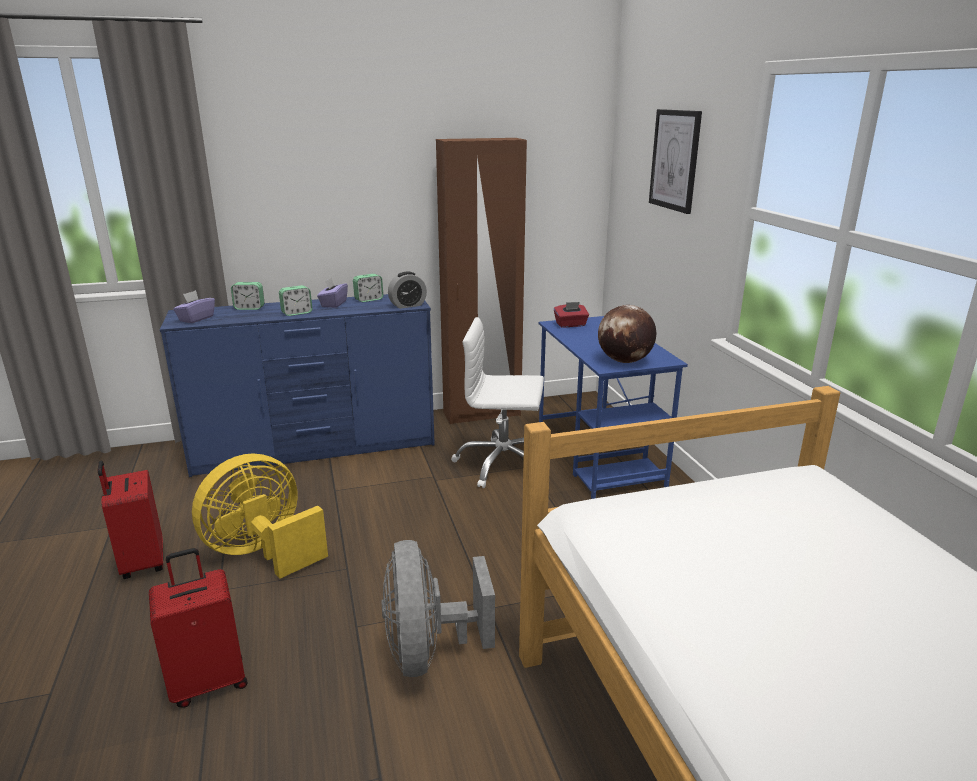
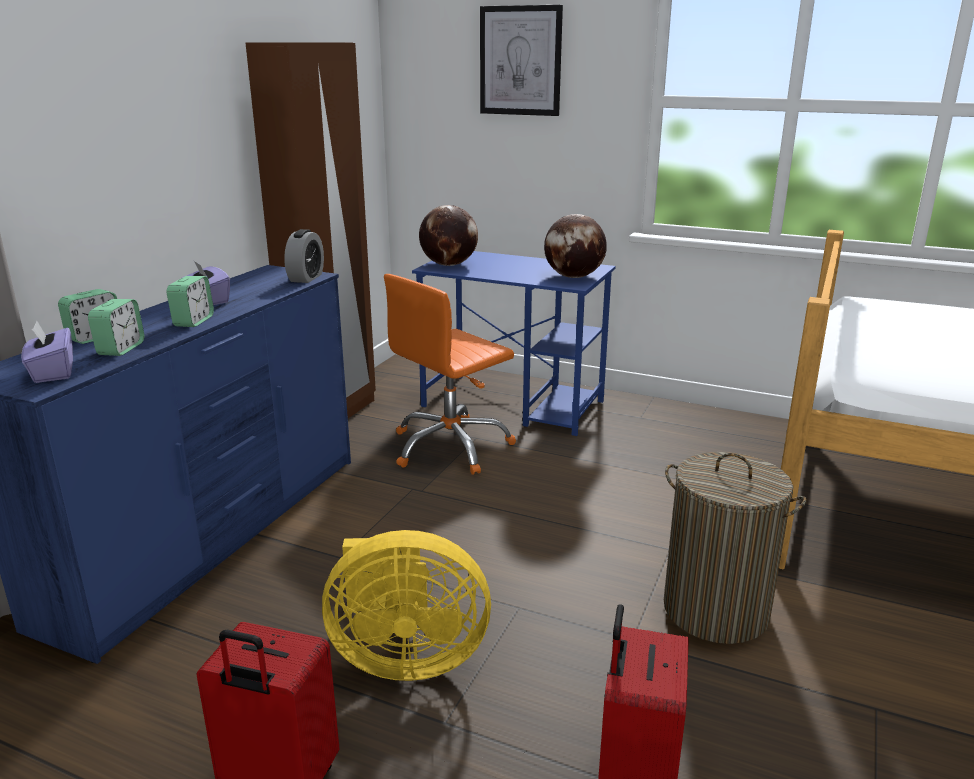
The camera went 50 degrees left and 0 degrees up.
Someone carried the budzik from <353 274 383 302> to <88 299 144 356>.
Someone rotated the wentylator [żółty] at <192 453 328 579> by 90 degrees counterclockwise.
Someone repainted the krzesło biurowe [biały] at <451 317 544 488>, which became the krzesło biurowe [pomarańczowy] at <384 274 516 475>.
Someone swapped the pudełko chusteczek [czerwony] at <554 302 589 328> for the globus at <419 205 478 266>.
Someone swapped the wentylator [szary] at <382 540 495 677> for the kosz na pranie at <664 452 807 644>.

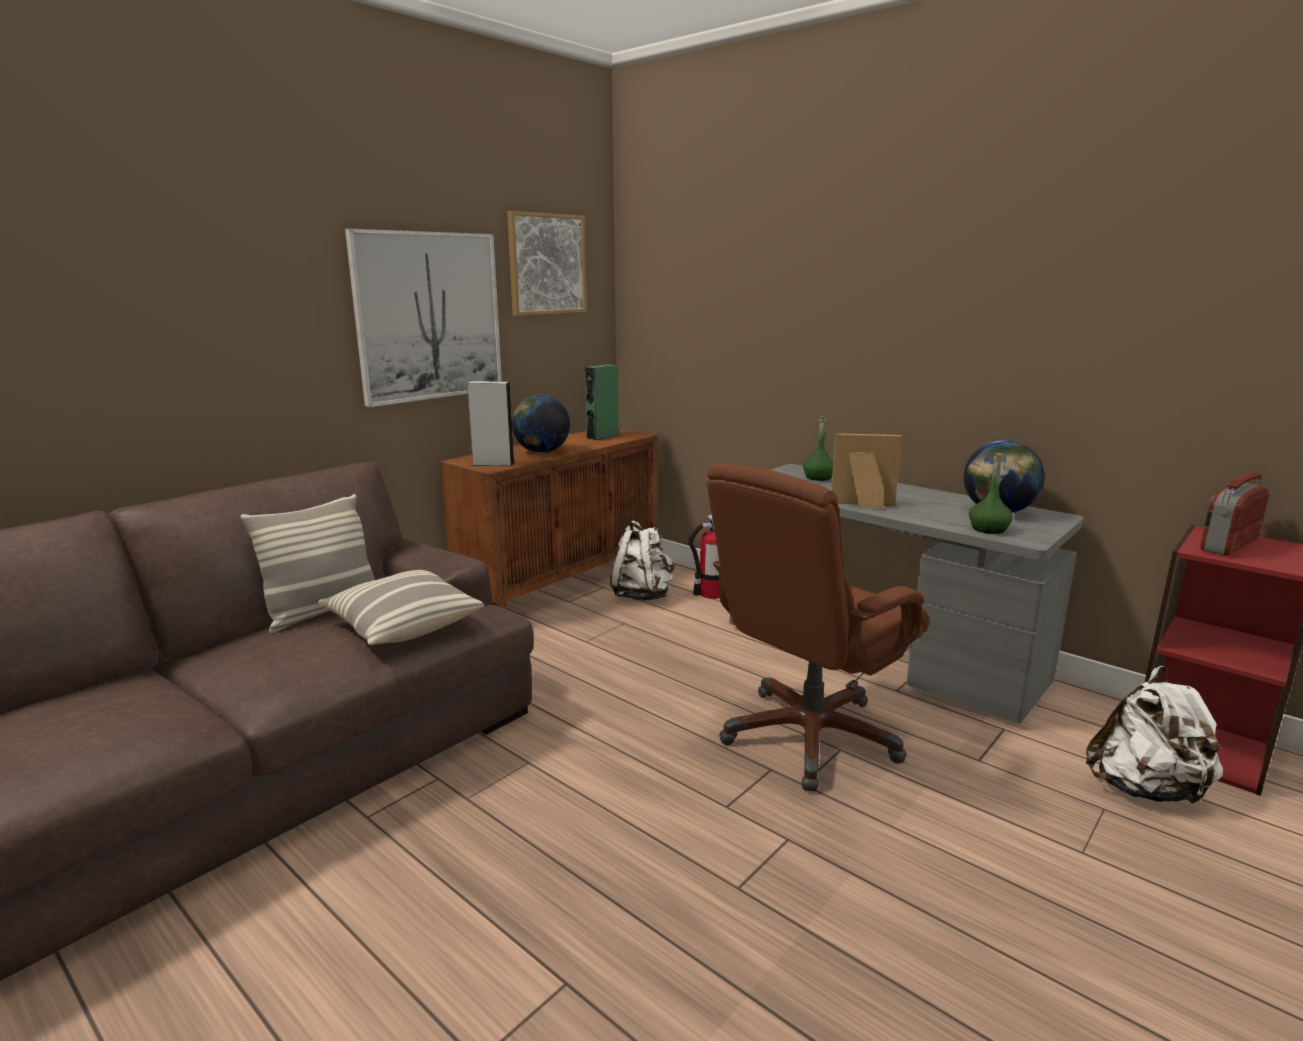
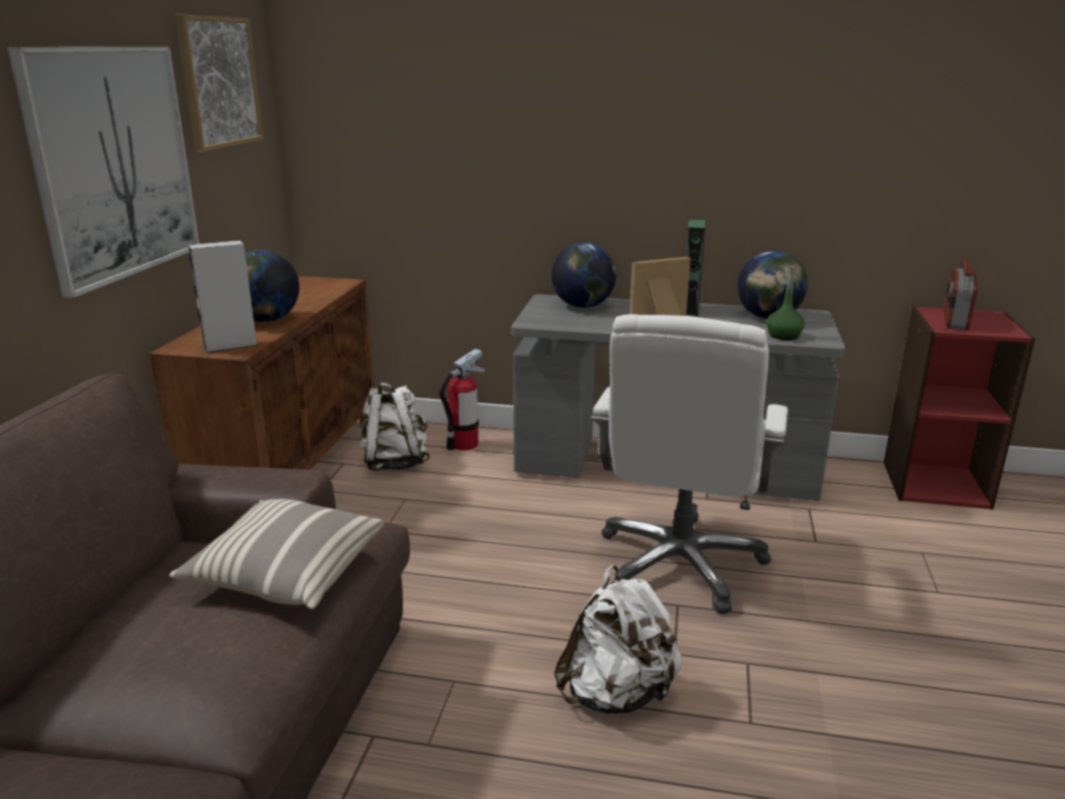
The camera went 30 degrees left and 5 degrees up.
Someone swapped the butelka [zielony] at <803 416 833 481> for the globus at <551 242 616 308>.
Someone carried the plecak [biały] from <1086 666 1223 805> to <554 565 682 714>.
Someone repainted the krzesło biurowe [brązowy] at <707 463 929 792>, which became the krzesło biurowe [biały] at <591 314 788 614>.
Someone carried the głośnik [zielony] from <585 364 619 440> to <686 219 705 316>.
Someone took away the poduszka at <240 494 375 633>.

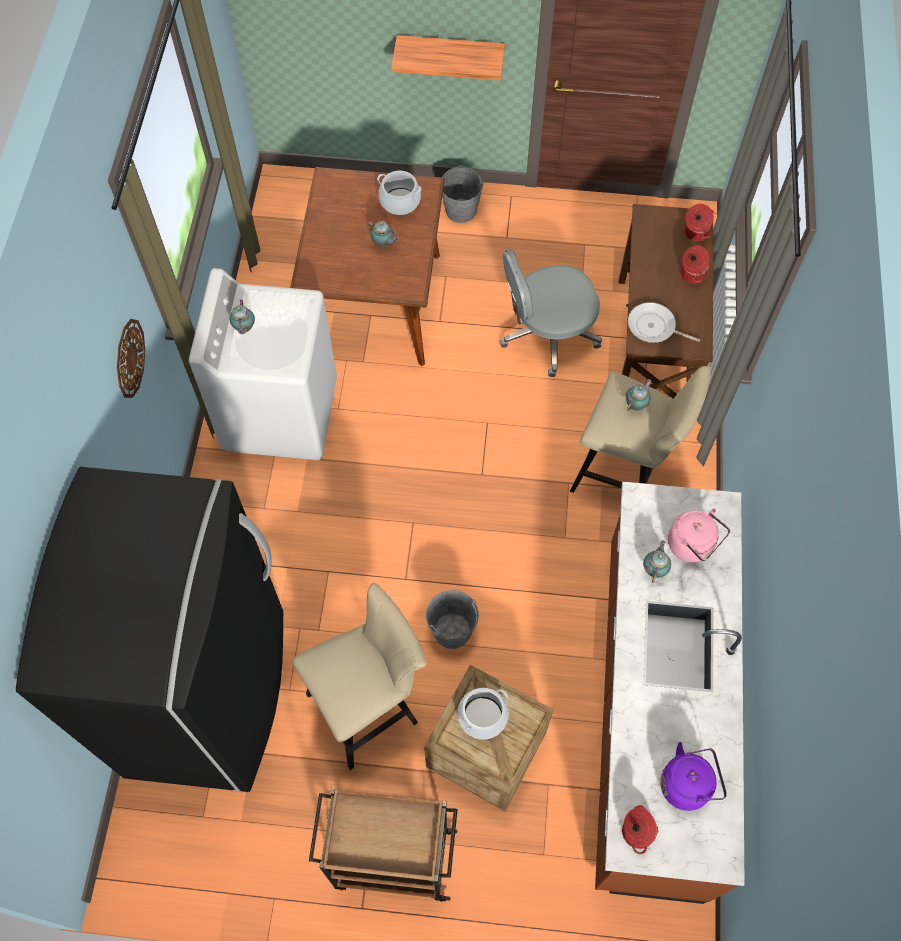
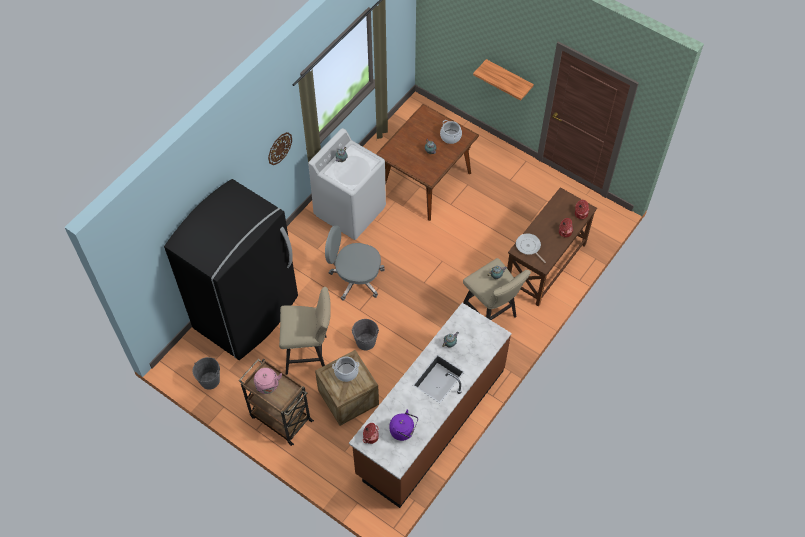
The camera went 30 degrees right and 5 degrees down.
Someone carried the wiadro [szary] from <442 166 484 223> to <192 357 220 390>.
Someone carried the czajnik [różowy] from <668 508 730 563> to <254 368 282 394>.
Someone carried the krzesło biurowe [szary] from <500 249 602 377> to <325 225 385 301>.

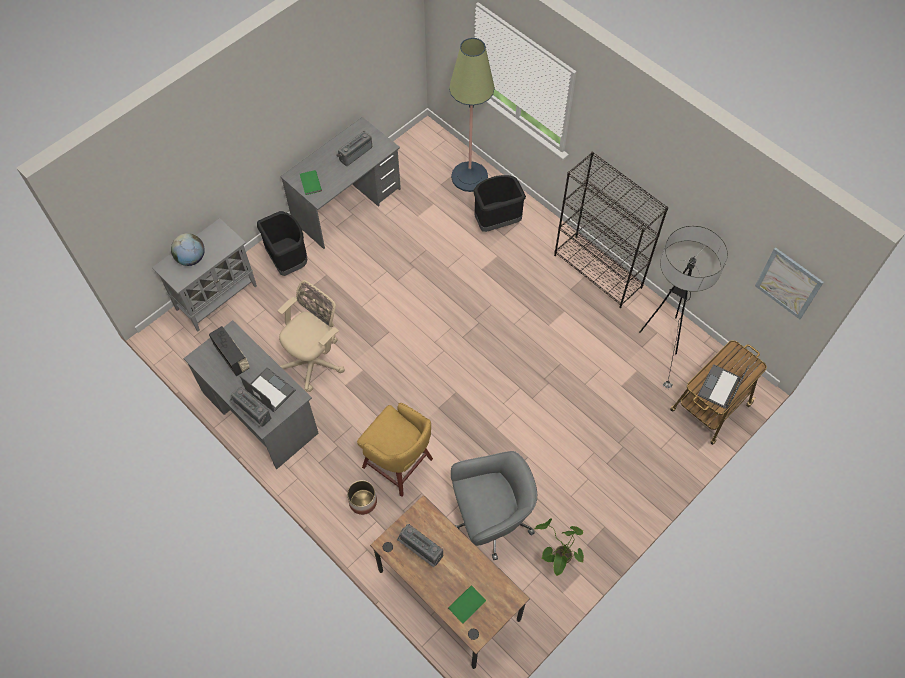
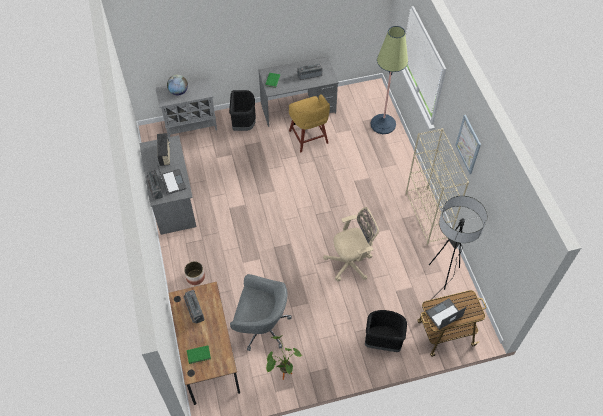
The camera went 30 degrees right and 5 degrees down.
Someone carried the stołek [żółty] from <357 403 433 497> to <289 94 330 152>.
Someone carried the krzesło biurowe [beżowy] from <278 280 345 392> to <323 207 379 281>.
Someone carried the kosz na śmieci [czarny] from <474 175 526 232> to <365 310 407 352>.
Someone repainted the regał [czarny] at <554 152 668 308>, which became the regał [beżowy] at <406 128 469 245>.
Someone carried the obraz from <755 247 824 319> to <456 114 481 174>.

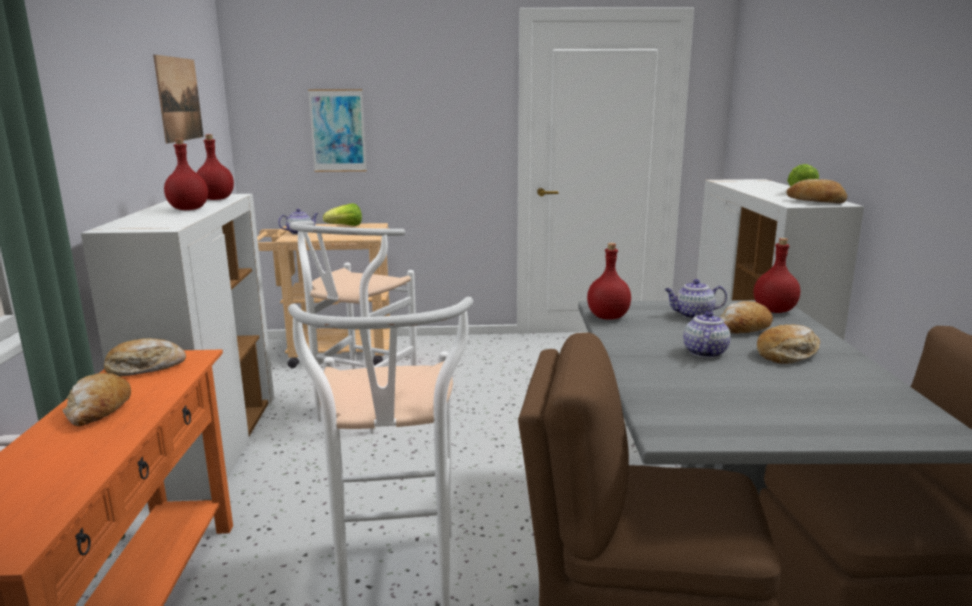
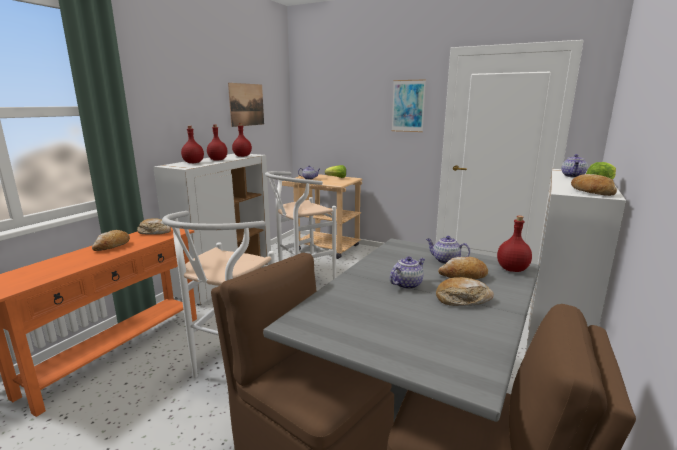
The camera went 30 degrees right and 0 degrees up.
Someone carried the butelka [czerwony] from <587 243 631 320> to <181 126 204 163>.
Someone carried the obraz from <308 89 367 172> to <392 79 426 132>.
Someone put down the imbryk at <561 154 588 178>.

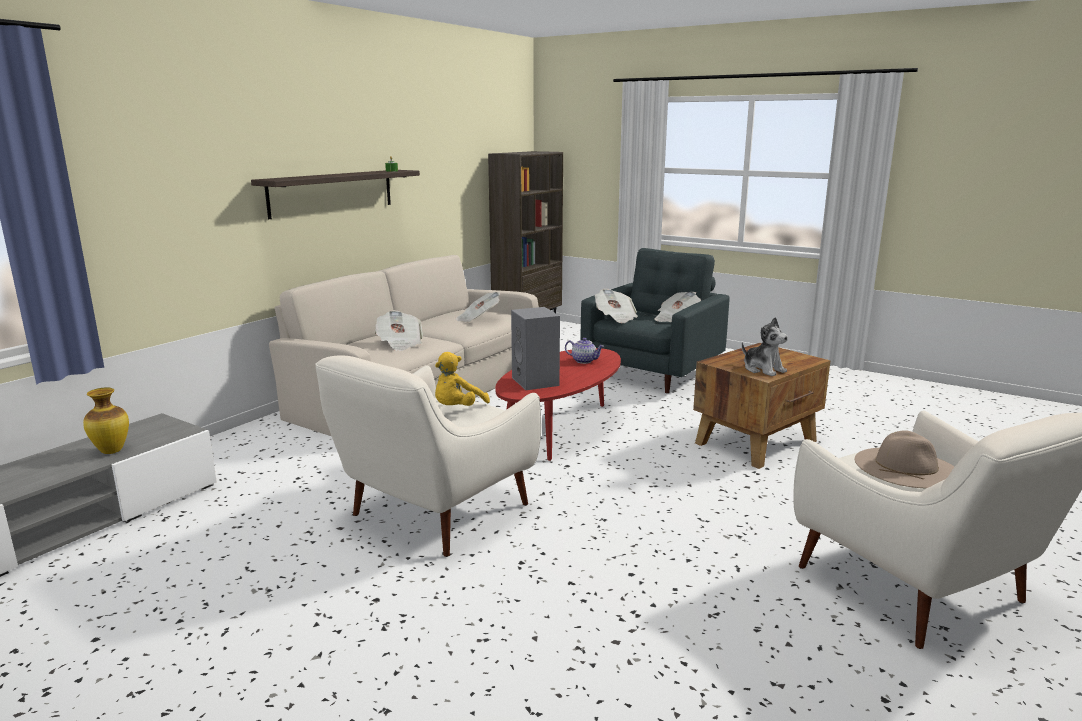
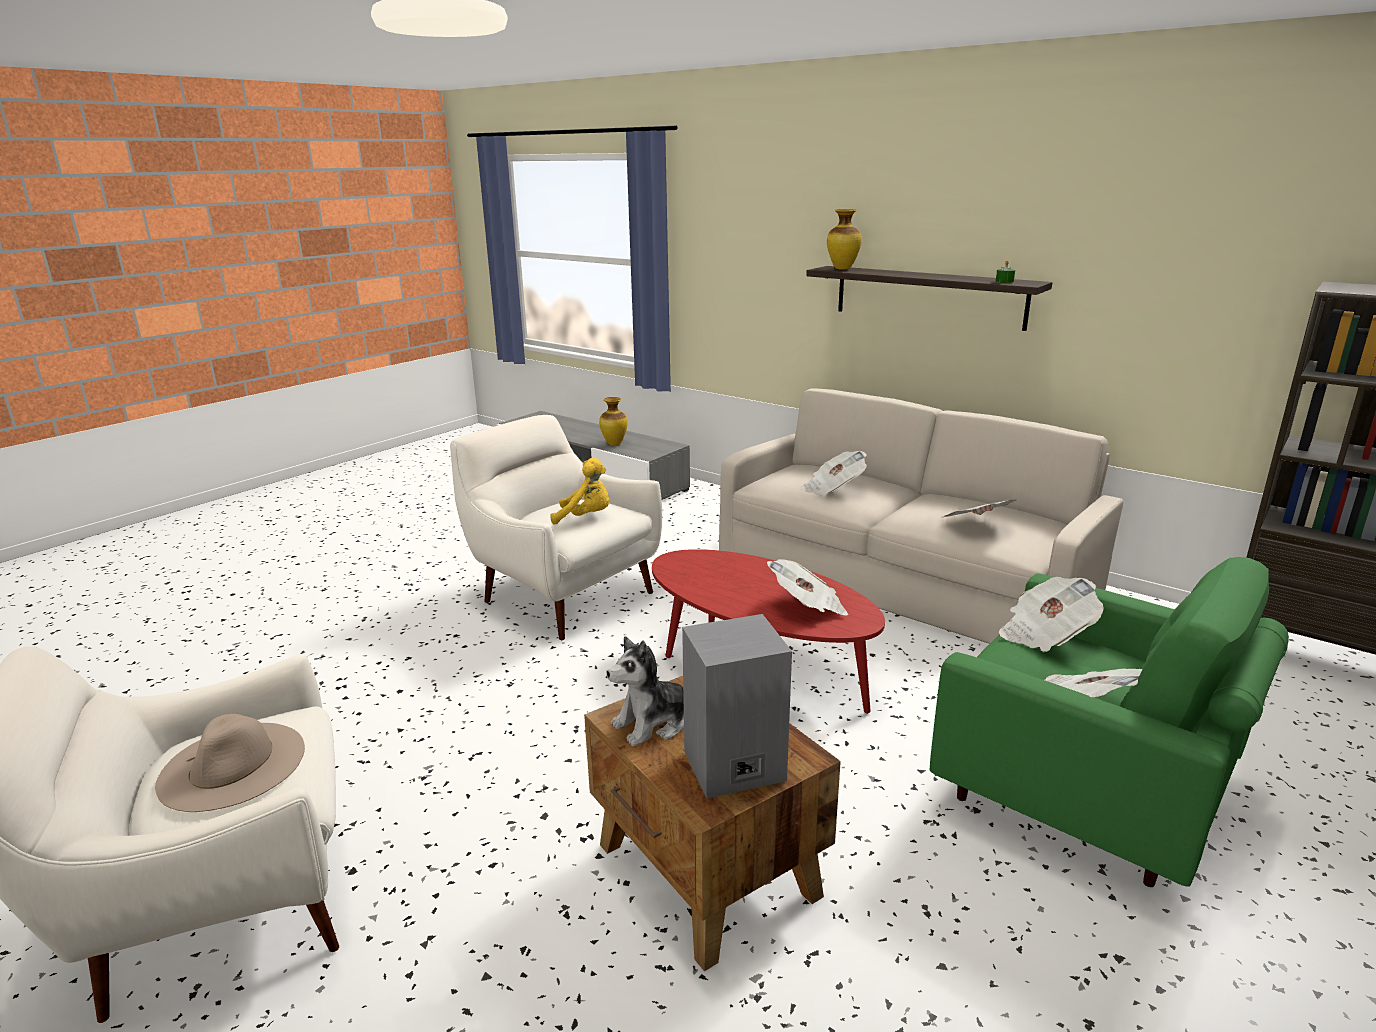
The camera went 95 degrees right and 5 degrees up.
Someone rotated the pluszak [żółty] at <435 352 490 406> by 150 degrees clockwise.
Someone carried the głośnik [szary] from <511 307 560 390> to <682 614 792 799>.
Someone swapped the imbryk at <565 338 604 364> for the gazeta at <767 559 849 616>.
Someone put down the wazon at <827 209 862 270>.
Someone repainted the fotel [szary] at <580 248 730 393>, which became the fotel [zielony] at <929 557 1289 887>.

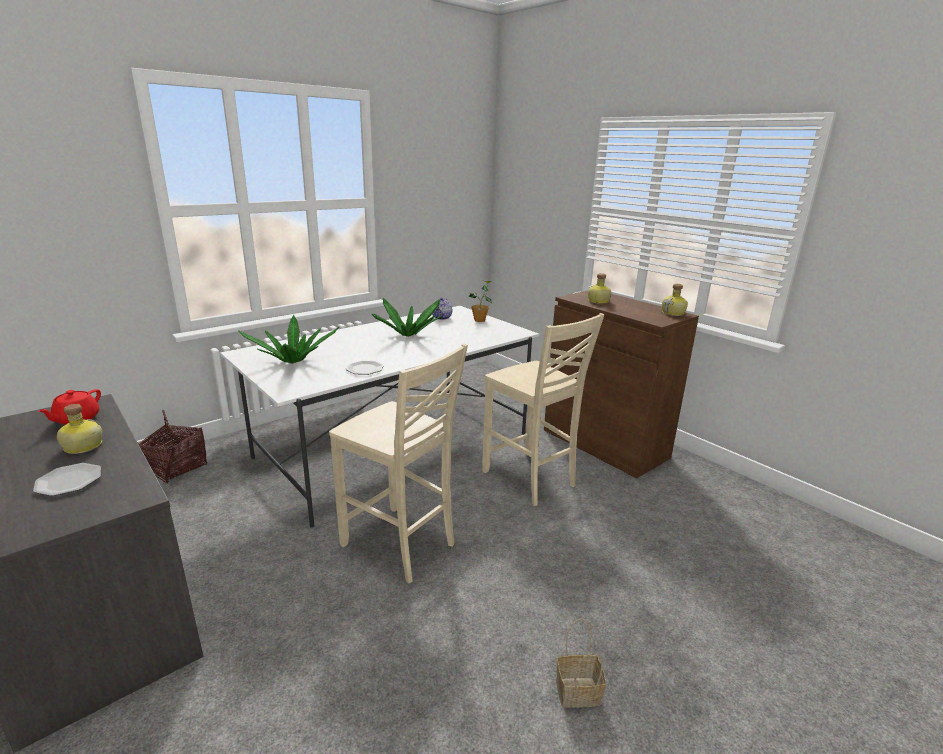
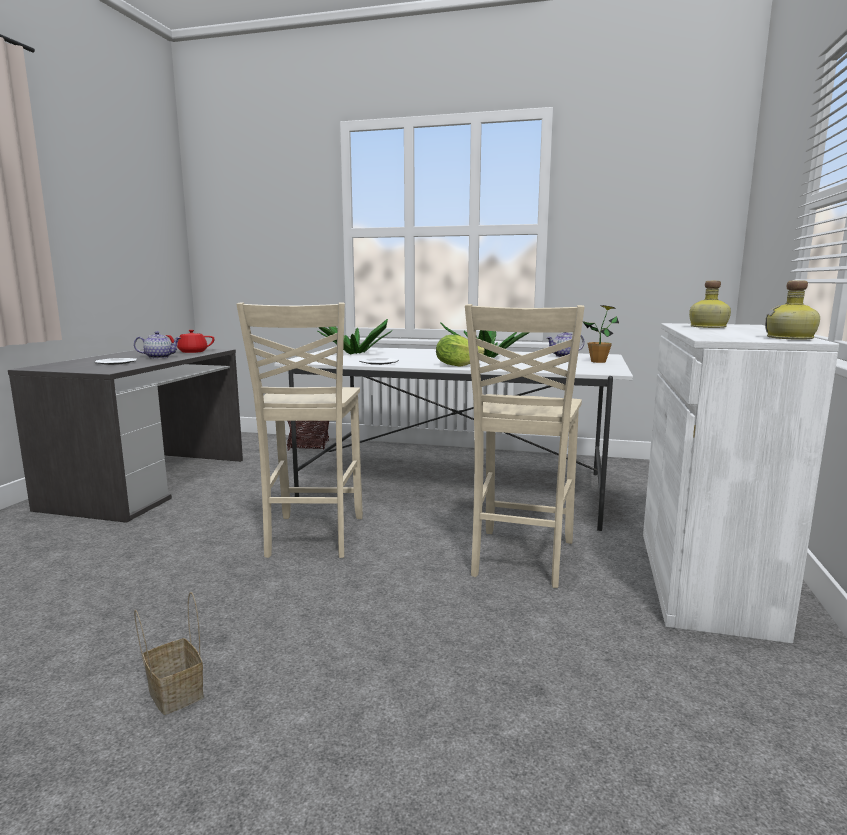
The camera went 55 degrees right and 10 degrees down.
Someone swapped the butelka at <57 404 102 454> for the imbryk at <134 331 181 359>.
Someone put down the sałata at <436 335 485 367>.
Someone repainted the szafka [brązowy] at <544 290 699 478>, which became the szafka [biały] at <643 323 839 644>.

